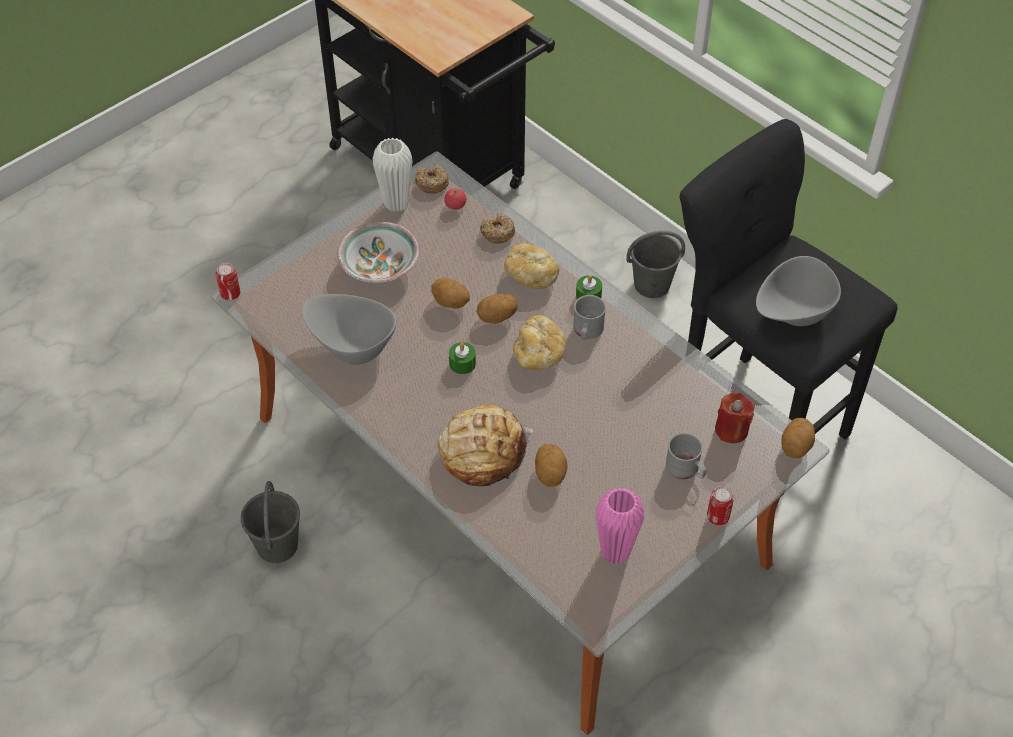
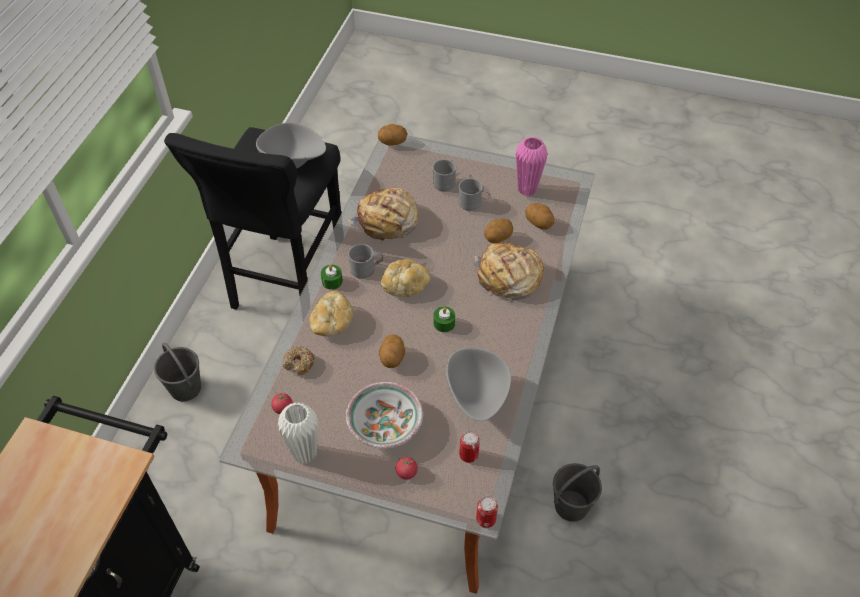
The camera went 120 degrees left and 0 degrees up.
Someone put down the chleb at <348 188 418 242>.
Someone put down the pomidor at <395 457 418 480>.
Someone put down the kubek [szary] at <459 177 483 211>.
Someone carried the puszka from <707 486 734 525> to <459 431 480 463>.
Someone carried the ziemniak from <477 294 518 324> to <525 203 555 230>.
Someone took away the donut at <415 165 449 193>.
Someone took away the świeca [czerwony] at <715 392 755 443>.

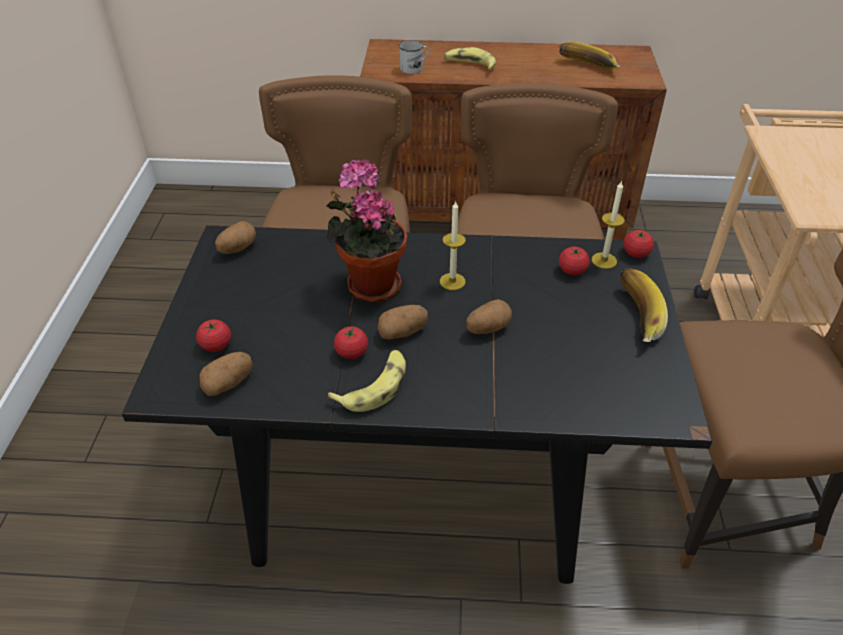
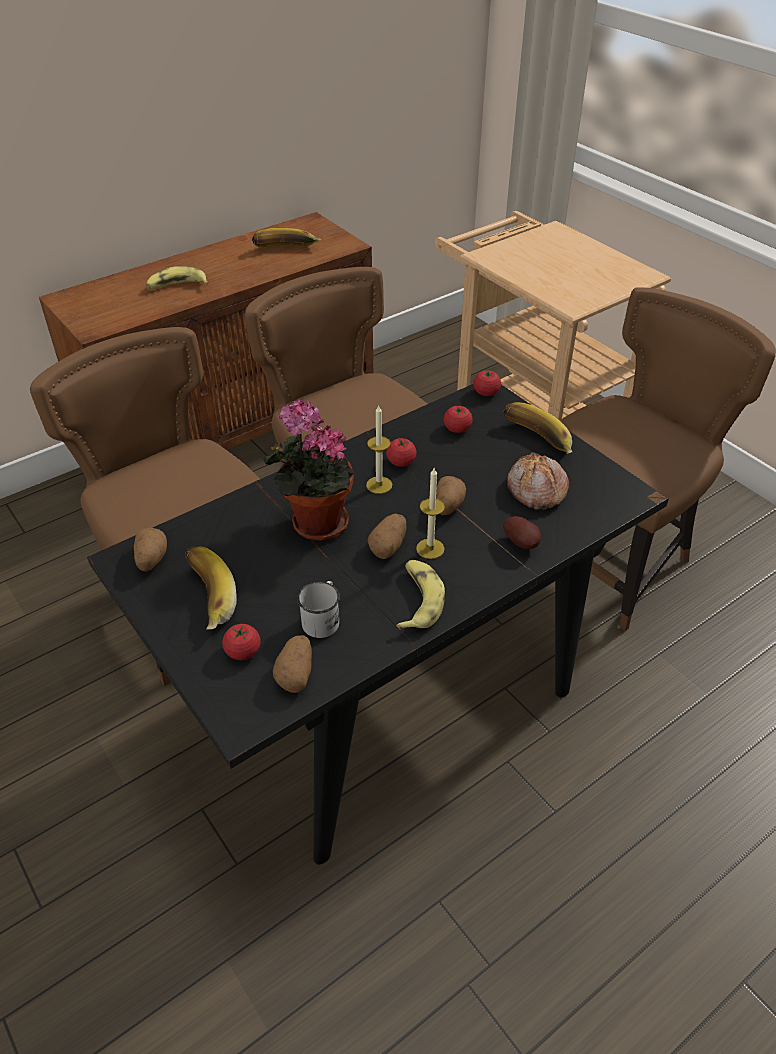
The camera went 40 degrees left and 0 degrees up.
Someone put down the banan at <186 546 237 630>.
Someone carried the kubek [biały] from <399 40 429 74> to <297 581 340 638>.
Someone carried the pomidor from <334 326 368 359> to <386 438 417 467>.
Someone carried the świeca from <592 180 625 269> to <416 468 445 559>.
Someone put down the ziemniak at <503 516 541 549>.
Someone put down the chleb at <508 452 569 510>.

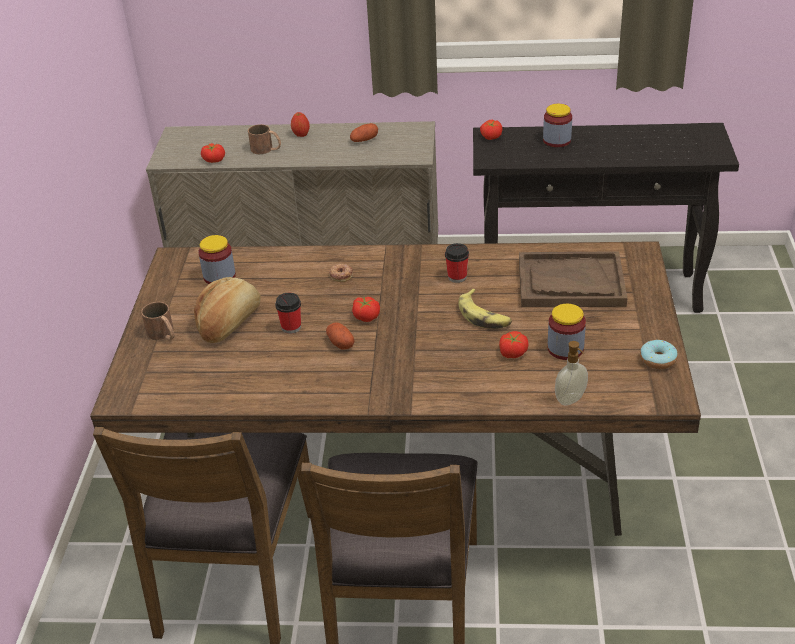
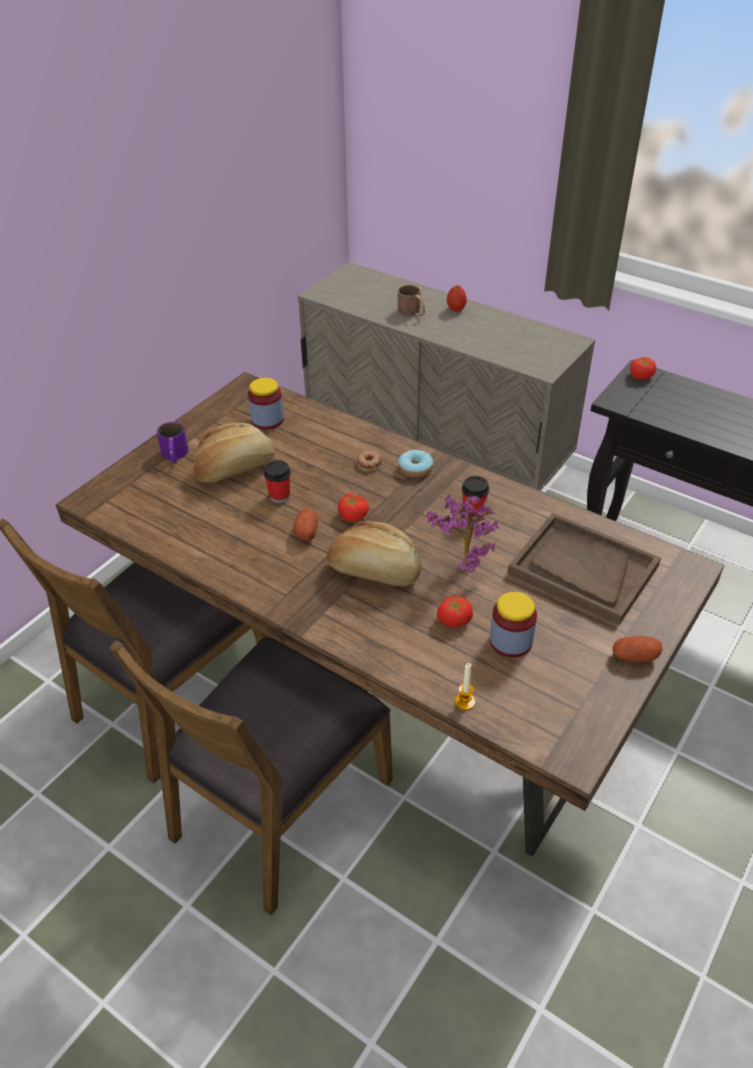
The camera went 30 degrees right and 5 degrees up.
Someone repainted the kubek [brązowy] at <141 302 174 340>, which became the kubek [fioletowy] at <157 422 188 463>.
Someone put down the chleb at <327 521 421 586>.
Someone carried the donut from <640 340 678 369> to <398 450 433 478>.
Someone swapped the banan at <458 289 512 329> for the roślina doniczkowa at <427 495 499 573>.
Someone swapped the dozownik mydła at <555 341 588 406> for the świeca at <455 663 475 710>.
Someone carried the ziemniak from <350 123 378 142> to <612 636 663 662>.
Someone took away the pomidor at <201 143 225 163>.
Someone took away the słoik at <543 104 572 147>.

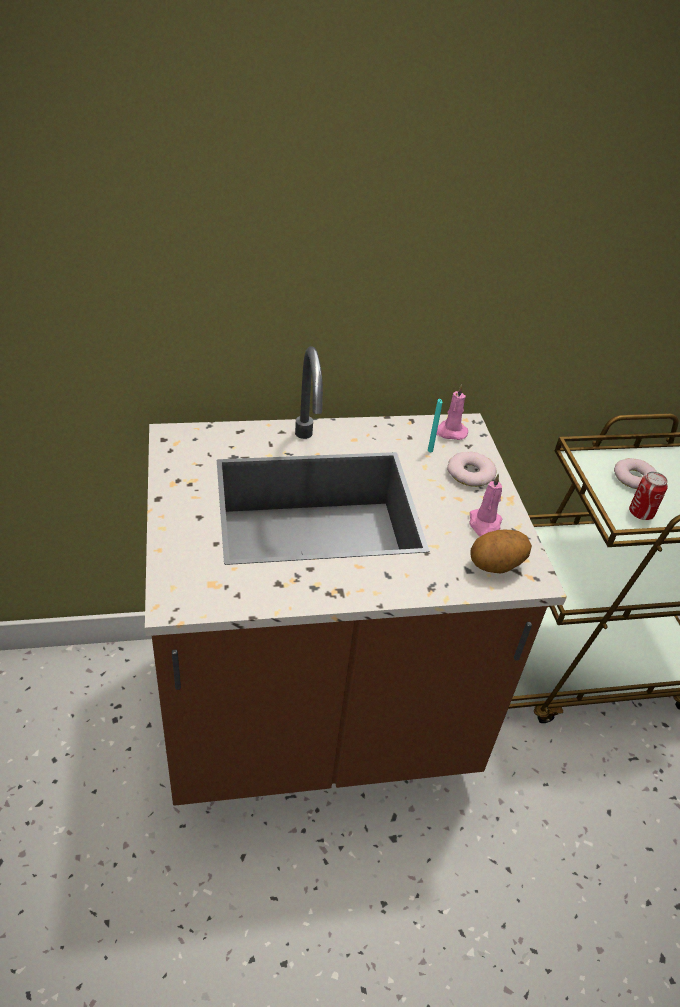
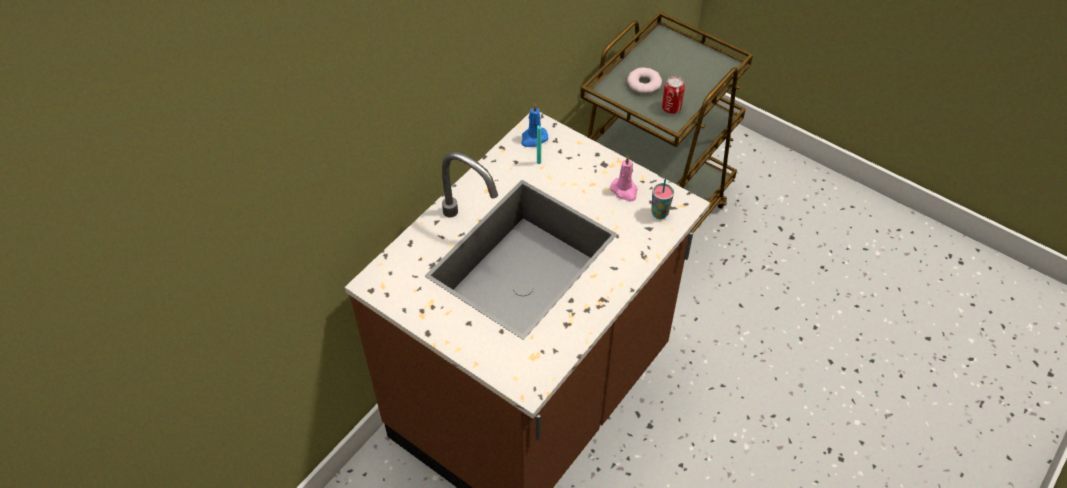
The camera went 40 degrees left and 10 degrees up.
Someone repainted the świeca [różowy] at <436 384 468 440>, which became the świeca [niebieski] at <521 103 548 147>.
Someone swapped the ziemniak at <470 530 532 573> for the filiżanka at <651 179 674 219>.
Someone took away the donut at <447 452 497 487>.

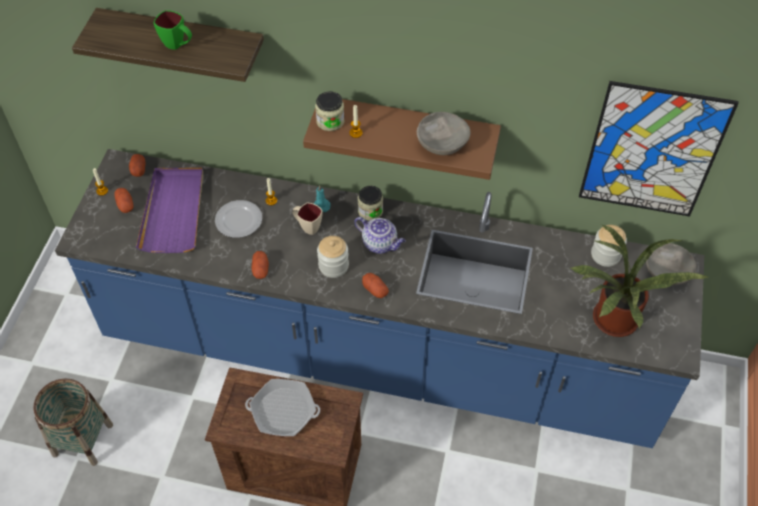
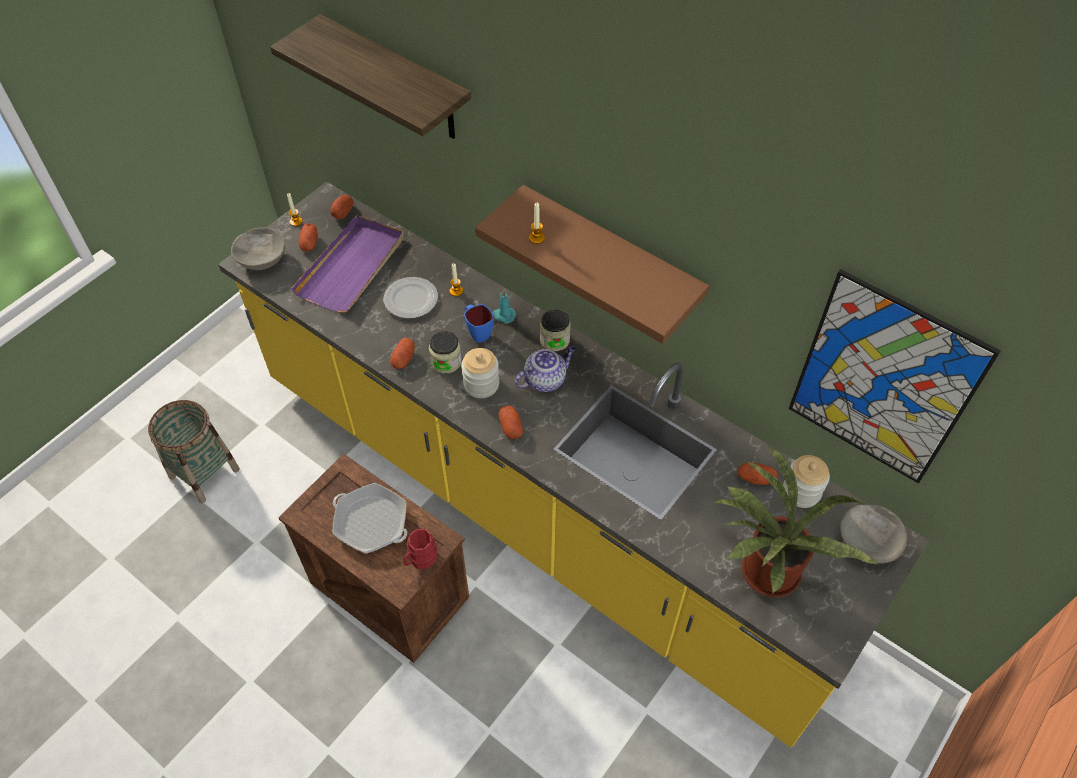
The camera went 25 degrees right and 0 degrees up.
Someone repainted the zabudowa kuchenna [niebieski] at <55 149 704 448>, which became the zabudowa kuchenna [żółty] at <218 181 929 748>.
Someone carried the miska [szary] from <417 112 471 155> to <231 227 285 270>.
Someone put down the kubek [czerwony] at <403 529 437 569>.
Someone carried the słoik from <315 91 345 131> to <429 331 462 374>.
Someone repainted the kubek [beżowy] at <292 202 323 235>, which became the kubek [niebieski] at <464 304 494 343>.
Someone rotated the imbryk at <355 217 405 254> by 90 degrees counterclockwise.
Someone put down the ziemniak at <738 463 777 485>.
Someone took away the kubek [zielony] at <154 10 192 50>.

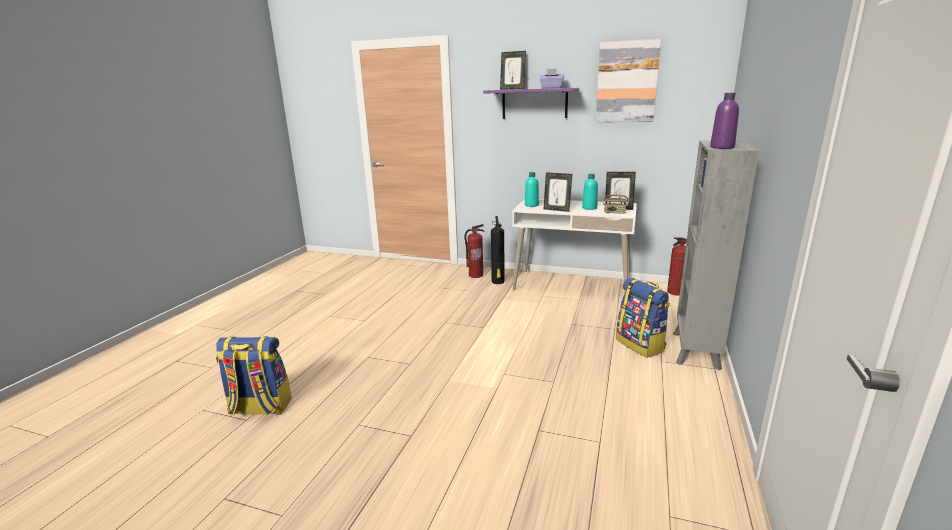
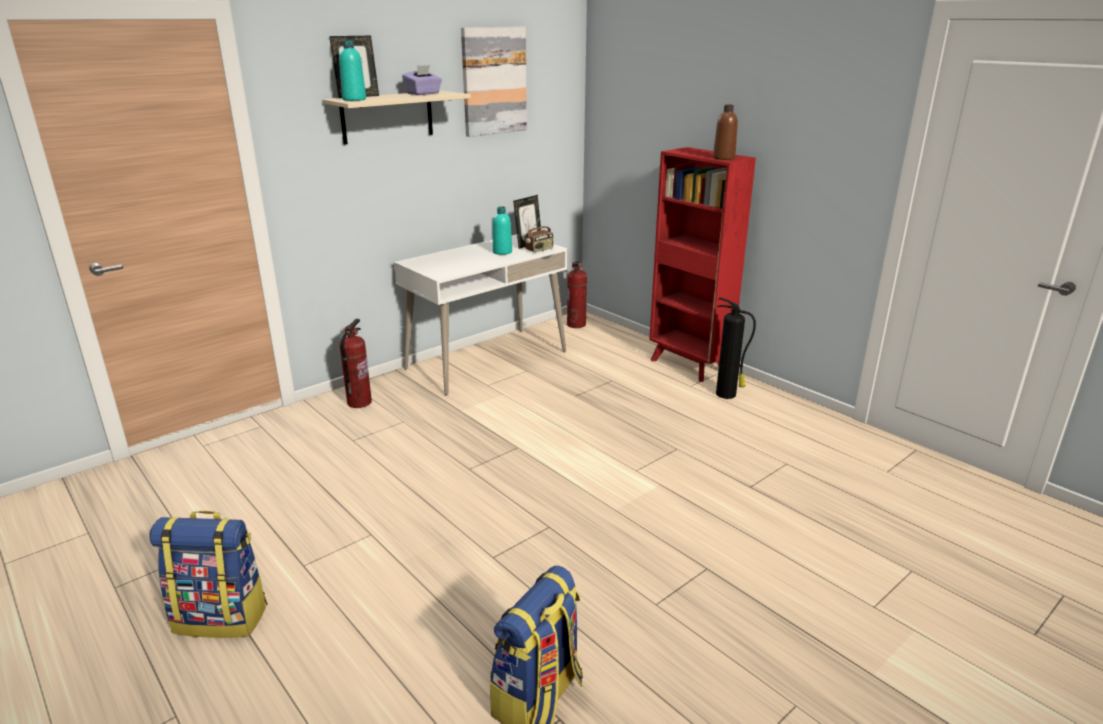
The camera went 60 degrees left and 5 degrees up.
Someone carried the plecak from <616 278 670 358> to <149 511 268 638>.
Someone repainted the półka [fioletowy] at <483 88 579 119>, which became the półka [beżowy] at <323 91 471 145>.
Someone carried the butelka [turkusowy] from <525 172 539 207> to <339 40 366 101>.
Someone repainted the regał [szary] at <673 140 759 370>, which became the regał [czerwony] at <649 147 756 382>.
Someone repainted the butelka [fioletowy] at <710 93 739 149>, which became the butelka [brązowy] at <713 104 738 160>.
Someone carried the gaśnica from <491 216 505 284> to <716 297 756 399>.
Someone took away the ramka na zdjęcie at <544 172 572 212>.

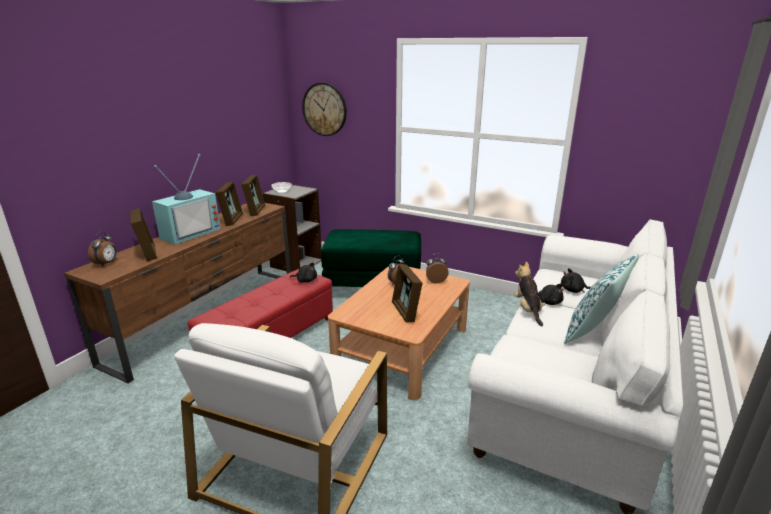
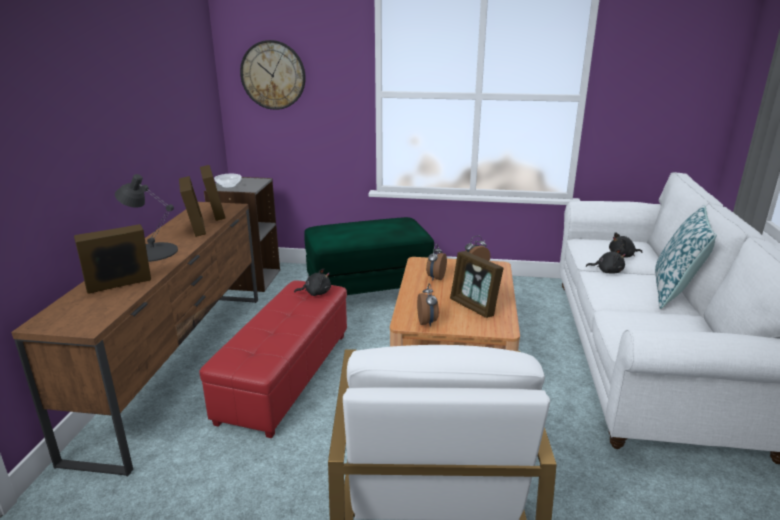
The camera went 20 degrees left and 0 degrees up.
Someone rotated the ramka na zdjęcie at <130 208 157 261> by 75 degrees counterclockwise.
Someone swapped the telewizor at <152 154 220 245> for the lampa stołowa [czarny] at <115 174 178 262>.
Someone carried the budzik from <88 231 117 267> to <417 283 439 327>.
Someone took away the pluszak at <514 262 545 326>.

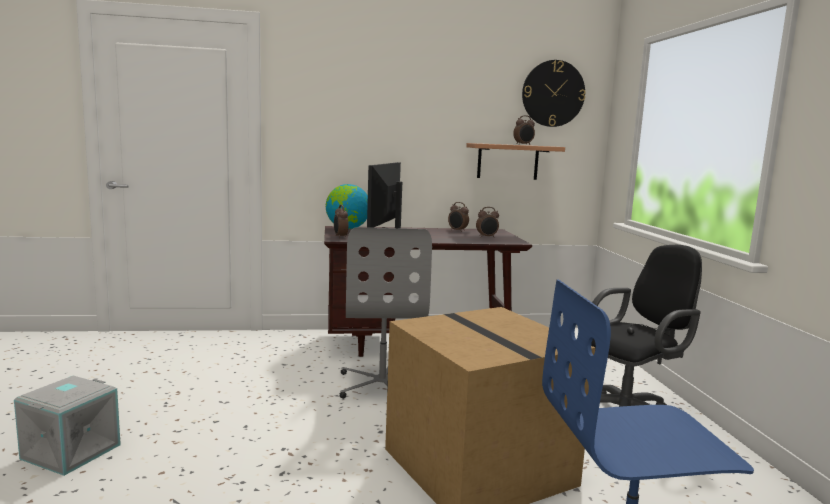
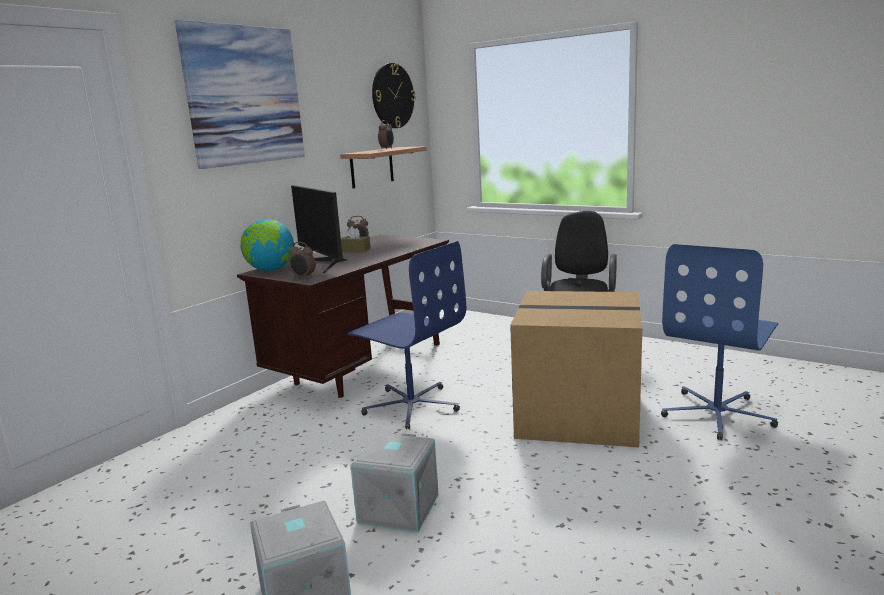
The camera went 45 degrees left and 5 degrees up.
Someone put up the obraz at <175 20 305 169>.
Someone put down the pudełko chusteczek [brązowy] at <341 226 371 252>.
Someone repainted the krzesło biurowe [szary] at <340 227 432 399>, which became the krzesło biurowe [niebieski] at <347 241 466 429>.
Someone put down the pojemnik do przechowywania [szary] at <350 433 439 532>.
Someone took away the budzik at <476 207 499 238>.

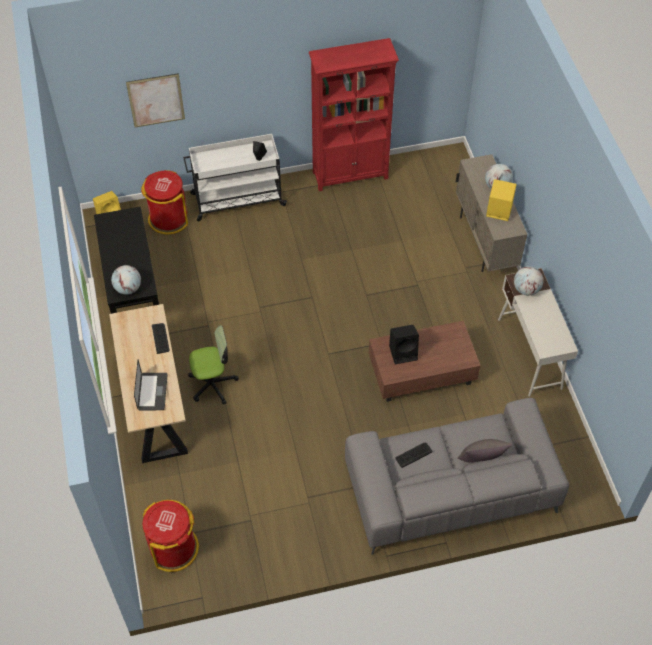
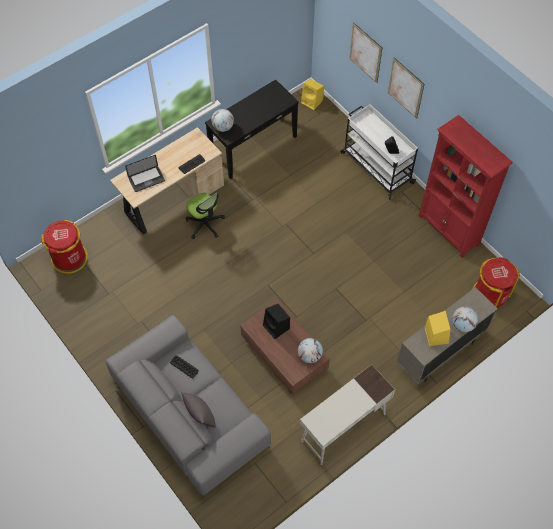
The camera went 65 degrees right and 5 degrees up.
Someone carried the globus from <514 266 543 296> to <298 338 323 363>.
Someone put up the obraz at <388 58 424 119>.
Someone carried the kosz na śmieci [czerwony] from <141 170 188 234> to <472 257 520 308>.

